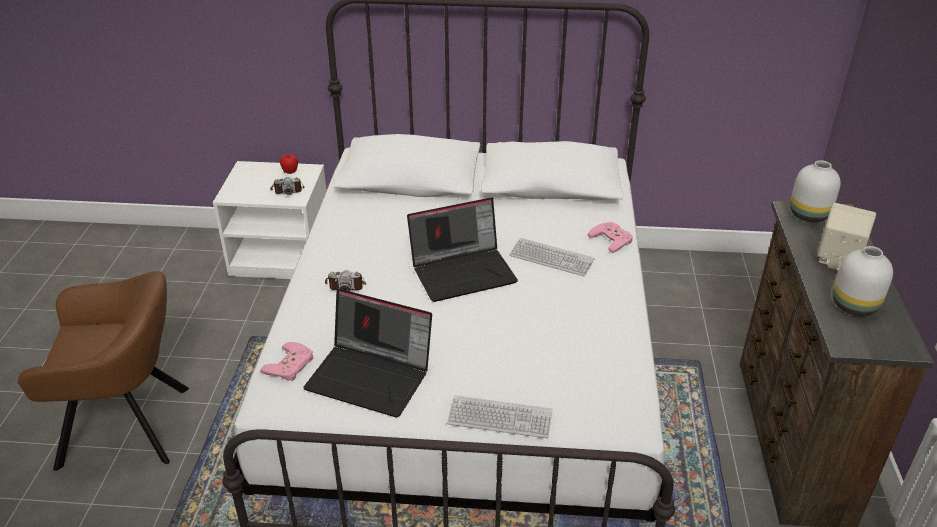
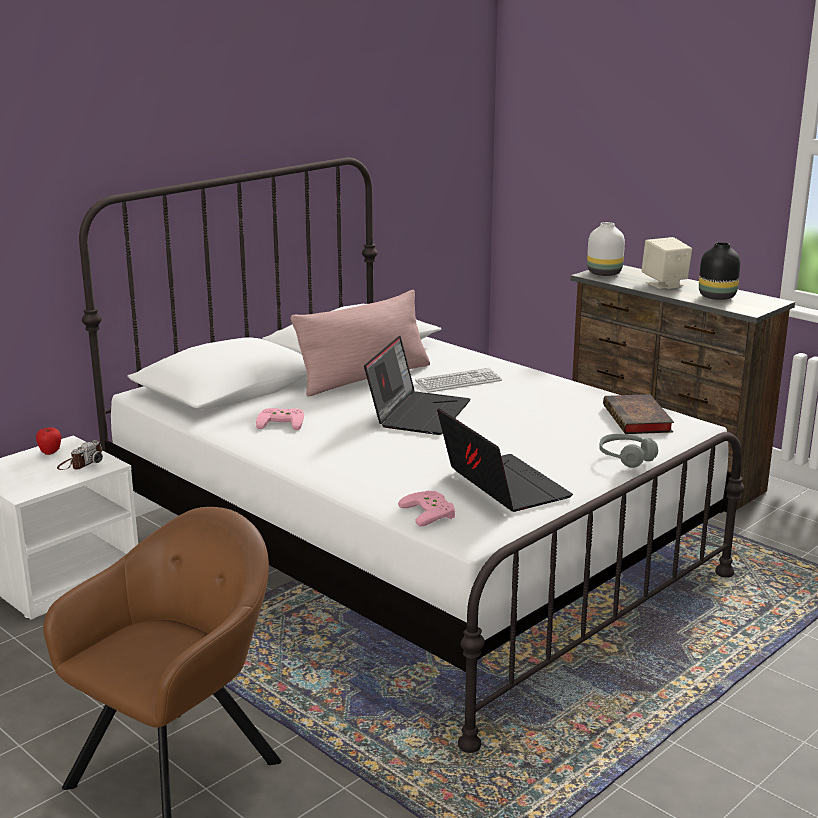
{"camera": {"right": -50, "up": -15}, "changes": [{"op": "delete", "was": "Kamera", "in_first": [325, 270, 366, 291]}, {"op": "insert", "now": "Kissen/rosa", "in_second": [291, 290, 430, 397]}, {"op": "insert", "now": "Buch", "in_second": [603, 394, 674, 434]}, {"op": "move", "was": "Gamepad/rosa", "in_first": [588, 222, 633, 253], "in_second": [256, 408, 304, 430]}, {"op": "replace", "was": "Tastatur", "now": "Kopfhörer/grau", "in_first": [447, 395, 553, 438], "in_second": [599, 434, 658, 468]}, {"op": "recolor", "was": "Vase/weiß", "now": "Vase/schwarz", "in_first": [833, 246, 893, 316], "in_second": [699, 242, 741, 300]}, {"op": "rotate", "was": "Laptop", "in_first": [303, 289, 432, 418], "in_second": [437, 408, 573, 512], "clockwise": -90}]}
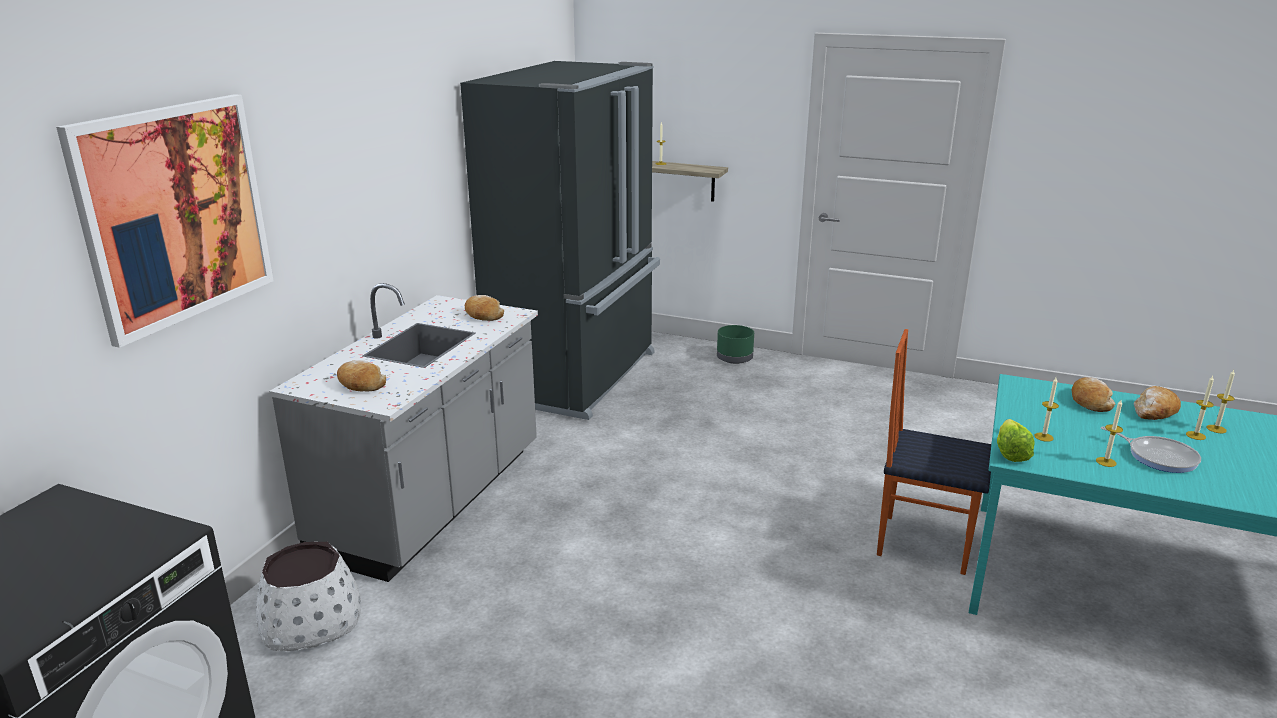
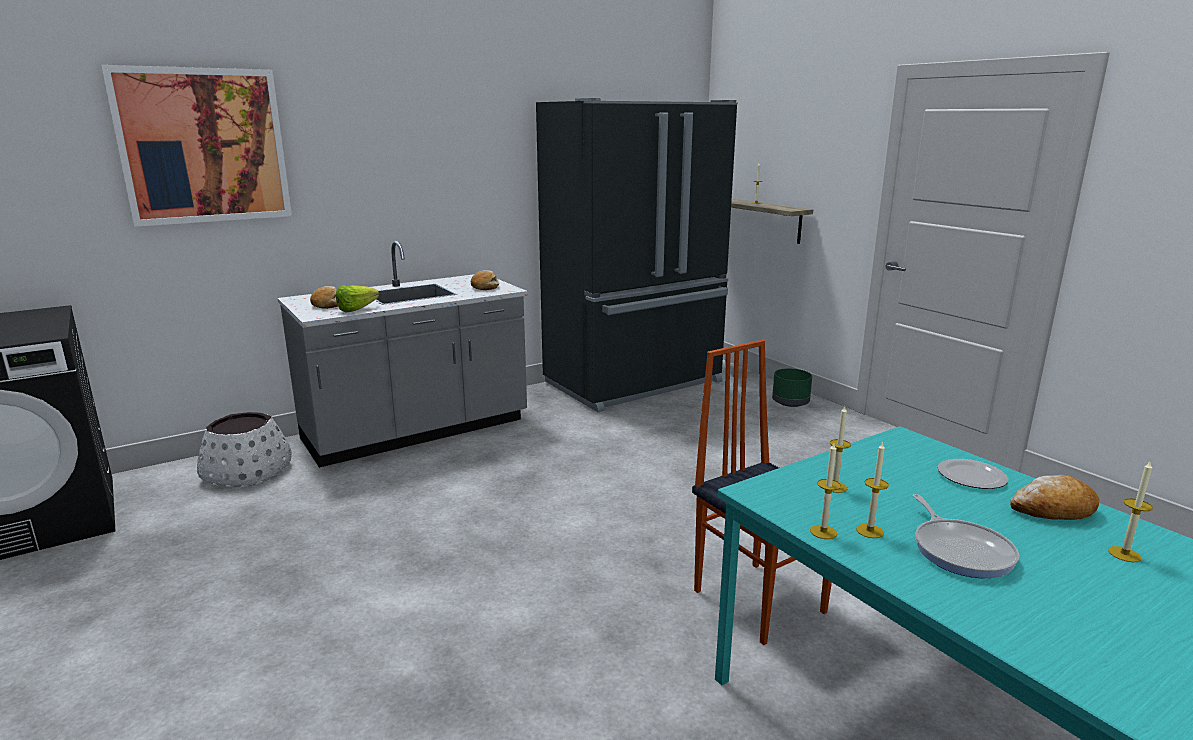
{"camera": {"right": 35, "up": -5}, "changes": [{"op": "move", "was": "Salatkopf", "in_first": [997, 419, 1035, 462], "in_second": [336, 285, 379, 312]}, {"op": "move", "was": "Kerze", "in_first": [1186, 376, 1214, 440], "in_second": [810, 443, 841, 539]}, {"op": "replace", "was": "Brot", "now": "Teller", "in_first": [1072, 377, 1116, 412], "in_second": [937, 459, 1008, 489]}]}
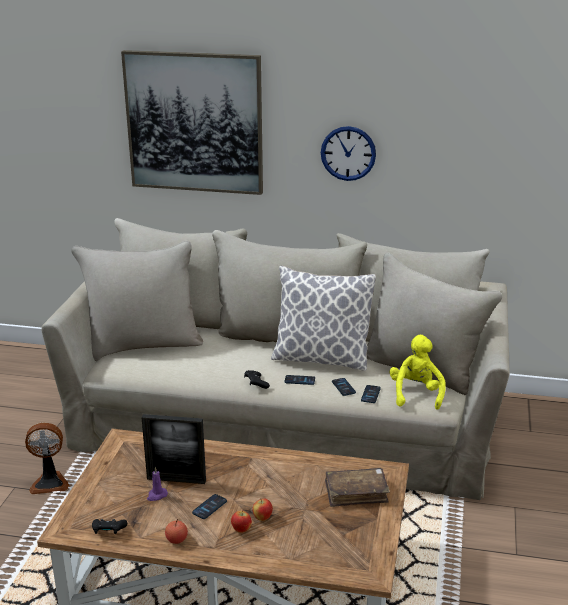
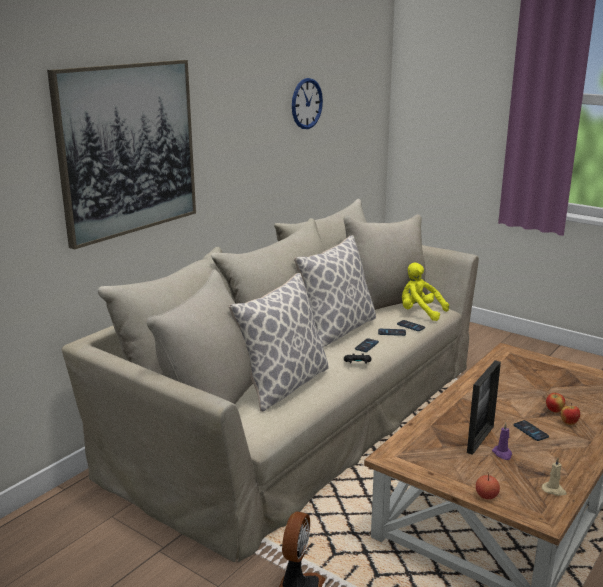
{"camera": {"right": -65, "up": -5}, "changes": [{"op": "delete", "was": "Buch/braun", "in_first": [325, 468, 390, 507]}, {"op": "insert", "now": "Kissen", "in_second": [228, 273, 329, 412]}, {"op": "move", "was": "Apfel", "in_first": [165, 519, 188, 544], "in_second": [476, 472, 500, 499]}, {"op": "move", "was": "Wanduhr", "in_first": [321, 126, 376, 181], "in_second": [292, 78, 323, 129]}, {"op": "replace", "was": "Gamepad/schwarz", "now": "Kerze/beige", "in_first": [92, 519, 127, 534], "in_second": [542, 458, 567, 496]}]}
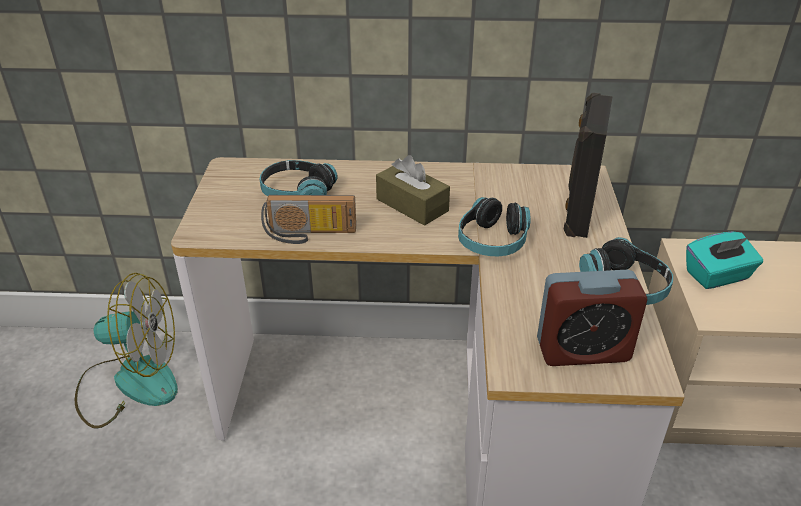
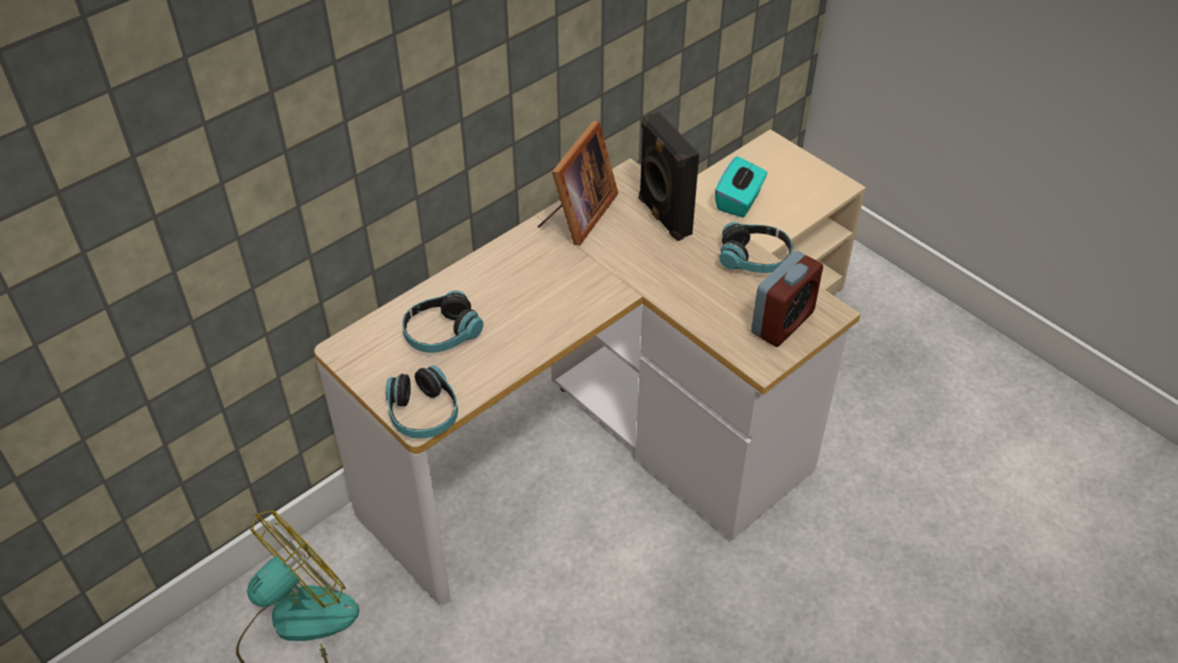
{"camera": {"right": -45, "up": 10}, "changes": [{"op": "delete", "was": "Radio", "in_first": [261, 195, 356, 244]}, {"op": "delete", "was": "Taschentuchbox/braun", "in_first": [376, 155, 450, 226]}, {"op": "insert", "now": "Bilderrahmen", "in_second": [538, 121, 618, 245]}, {"op": "move", "was": "Kopfhörer", "in_first": [458, 197, 531, 256], "in_second": [385, 365, 458, 438]}]}
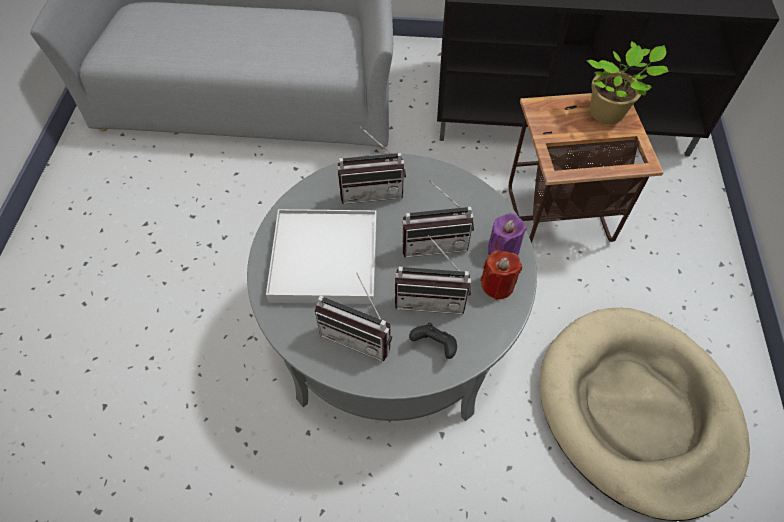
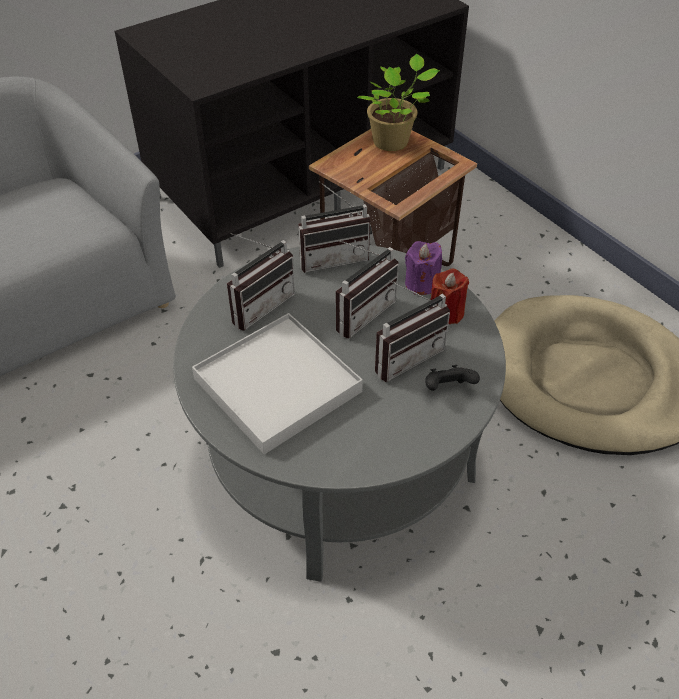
{"camera": {"right": -40, "up": -10}, "changes": [{"op": "move", "was": "Radio", "in_first": [315, 273, 392, 361], "in_second": [298, 181, 372, 273]}]}
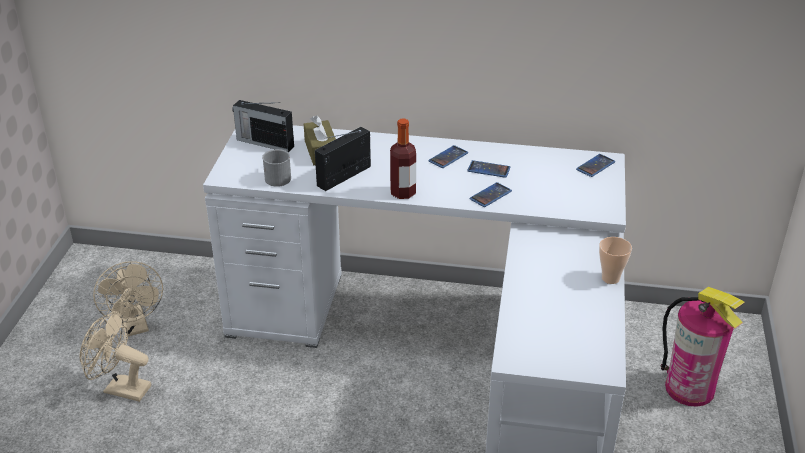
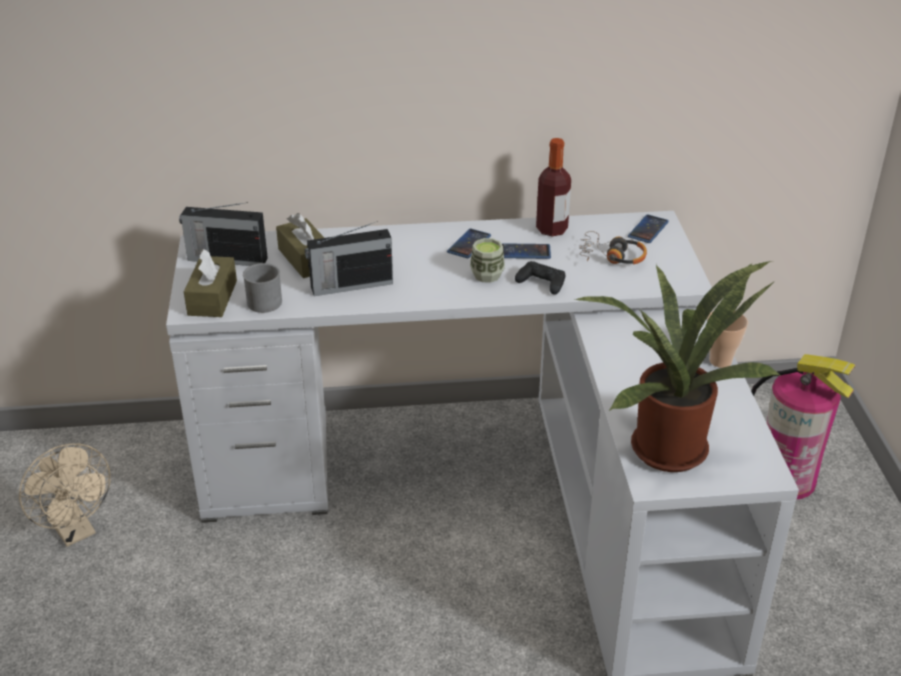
{"camera": {"right": -15, "up": 0}, "changes": [{"op": "delete", "was": "Ventilator/beige", "in_first": [79, 311, 151, 402]}, {"op": "insert", "now": "Taschentuchbox/braun", "in_second": [184, 249, 237, 317]}, {"op": "insert", "now": "Tasse", "in_second": [470, 238, 505, 283]}, {"op": "insert", "now": "Topfpflanze", "in_second": [575, 261, 781, 472]}, {"op": "insert", "now": "Kopfhörer", "in_second": [579, 231, 647, 264]}, {"op": "move", "was": "Flasche", "in_first": [390, 119, 416, 199], "in_second": [536, 138, 571, 236]}, {"op": "replace", "was": "Handy", "now": "Gamepad/schwarz", "in_first": [470, 182, 512, 207], "in_second": [515, 261, 565, 295]}, {"op": "rotate", "was": "Radio", "in_first": [315, 127, 371, 191], "in_second": [305, 221, 393, 296], "clockwise": -135}]}
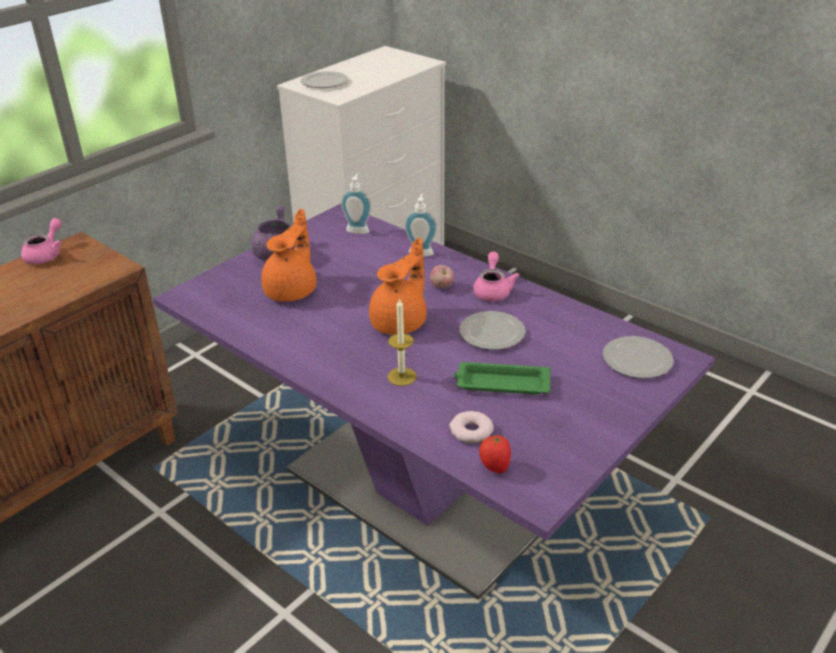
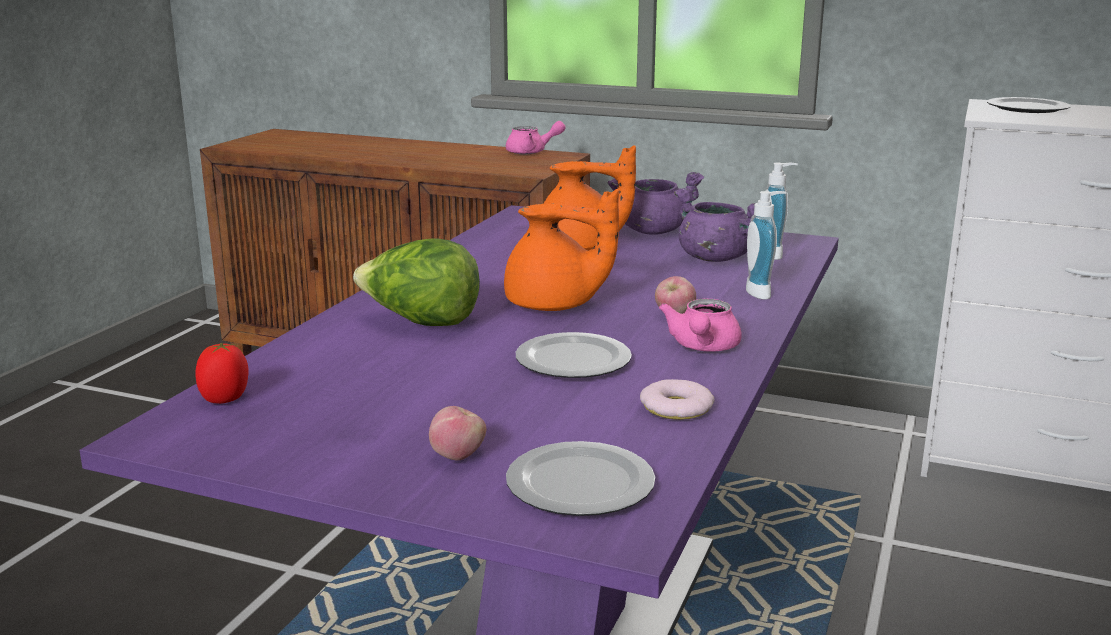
{"camera": {"right": 70, "up": -15}, "changes": [{"op": "delete", "was": "Tablett/grün", "in_first": [453, 362, 550, 395]}, {"op": "insert", "now": "Apfel", "in_second": [429, 406, 486, 461]}, {"op": "insert", "now": "Kochtopf/lila", "in_second": [674, 188, 755, 262]}, {"op": "move", "was": "Donut", "in_first": [449, 411, 493, 443], "in_second": [640, 379, 715, 420]}, {"op": "replace", "was": "Kerze", "now": "Salatkopf", "in_first": [388, 298, 417, 386], "in_second": [353, 239, 480, 326]}, {"op": "rotate", "was": "Teekanne/rosa", "in_first": [473, 252, 519, 302], "in_second": [659, 299, 742, 352], "clockwise": 120}]}
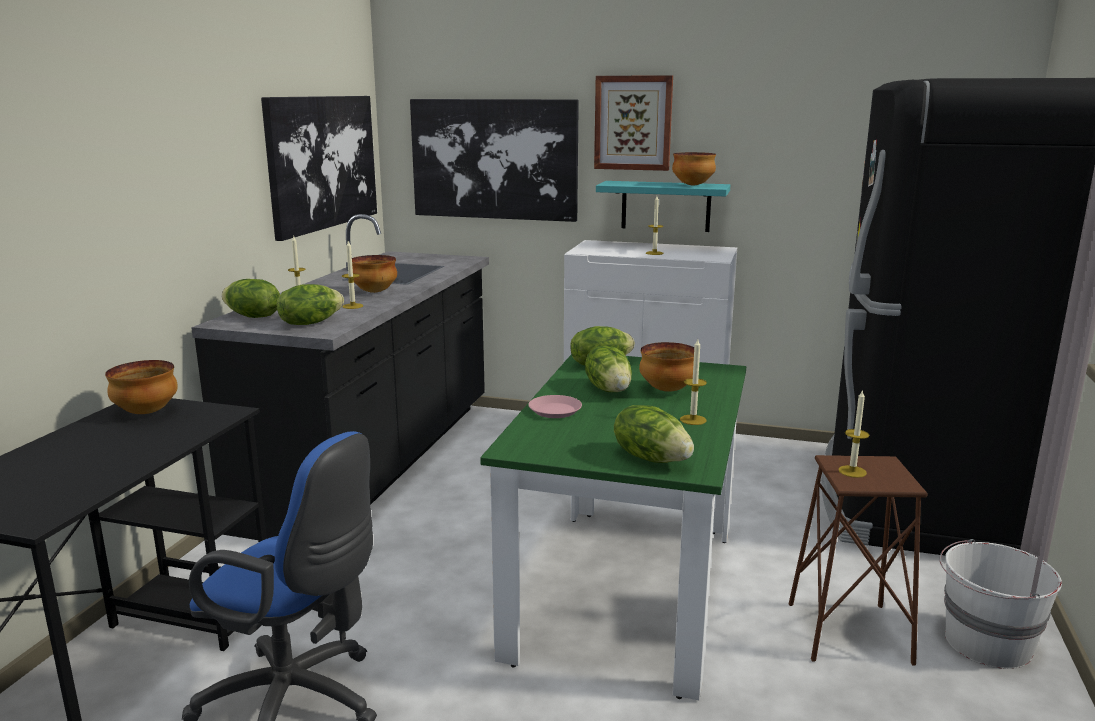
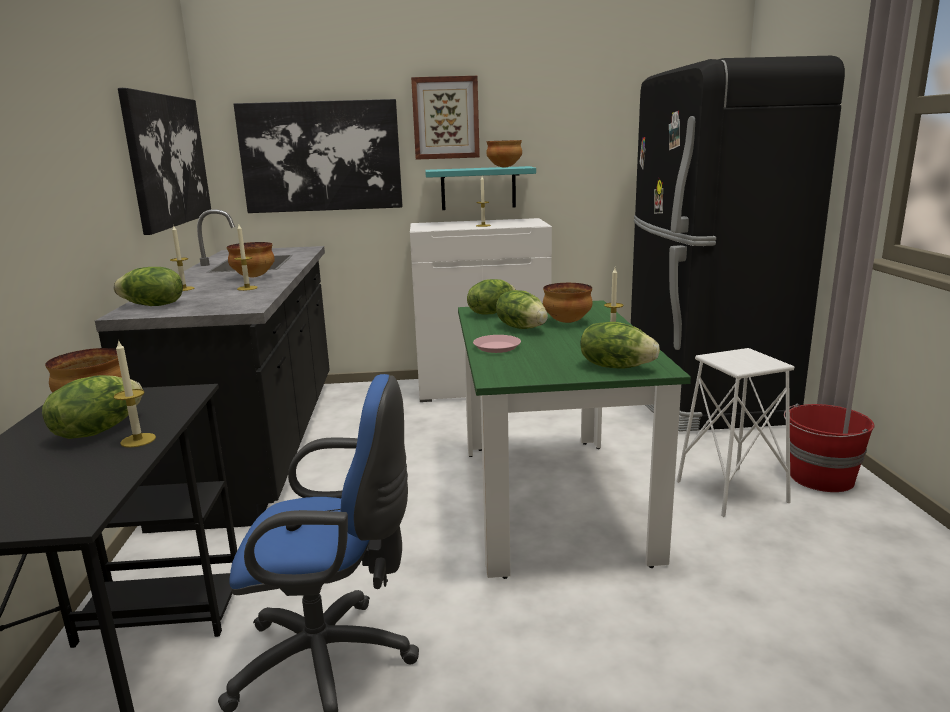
{"camera": {"right": -20, "up": 0}, "changes": [{"op": "move", "was": "Salatkopf", "in_first": [277, 284, 344, 325], "in_second": [42, 375, 143, 439]}, {"op": "move", "was": "Kerze", "in_first": [838, 389, 869, 478], "in_second": [113, 340, 156, 448]}, {"op": "recolor", "was": "Hocker/braun", "now": "Hocker/weiß", "in_first": [789, 455, 928, 666], "in_second": [677, 348, 794, 517]}, {"op": "recolor", "was": "Eimer/weiß", "now": "Eimer/rot", "in_first": [940, 539, 1062, 669], "in_second": [784, 404, 874, 492]}]}
